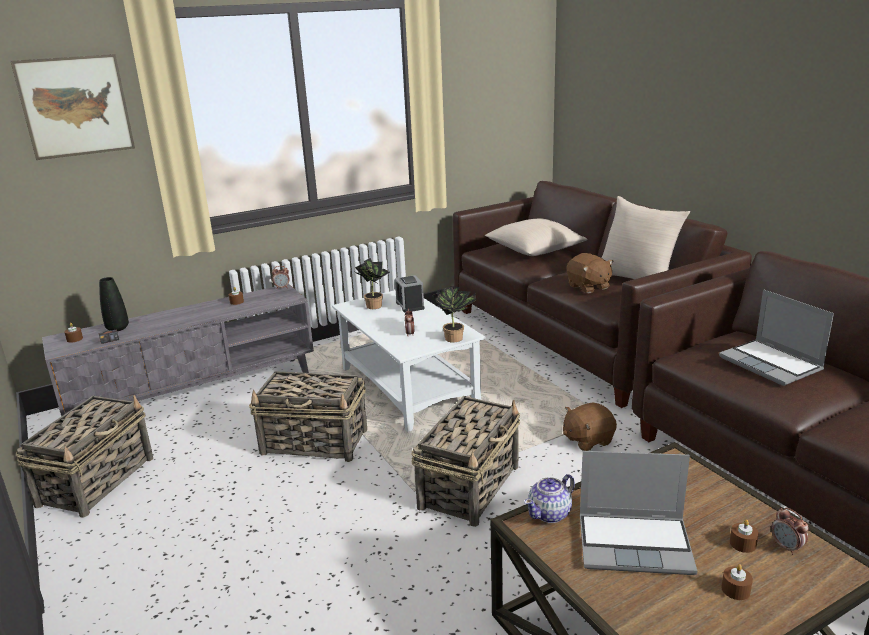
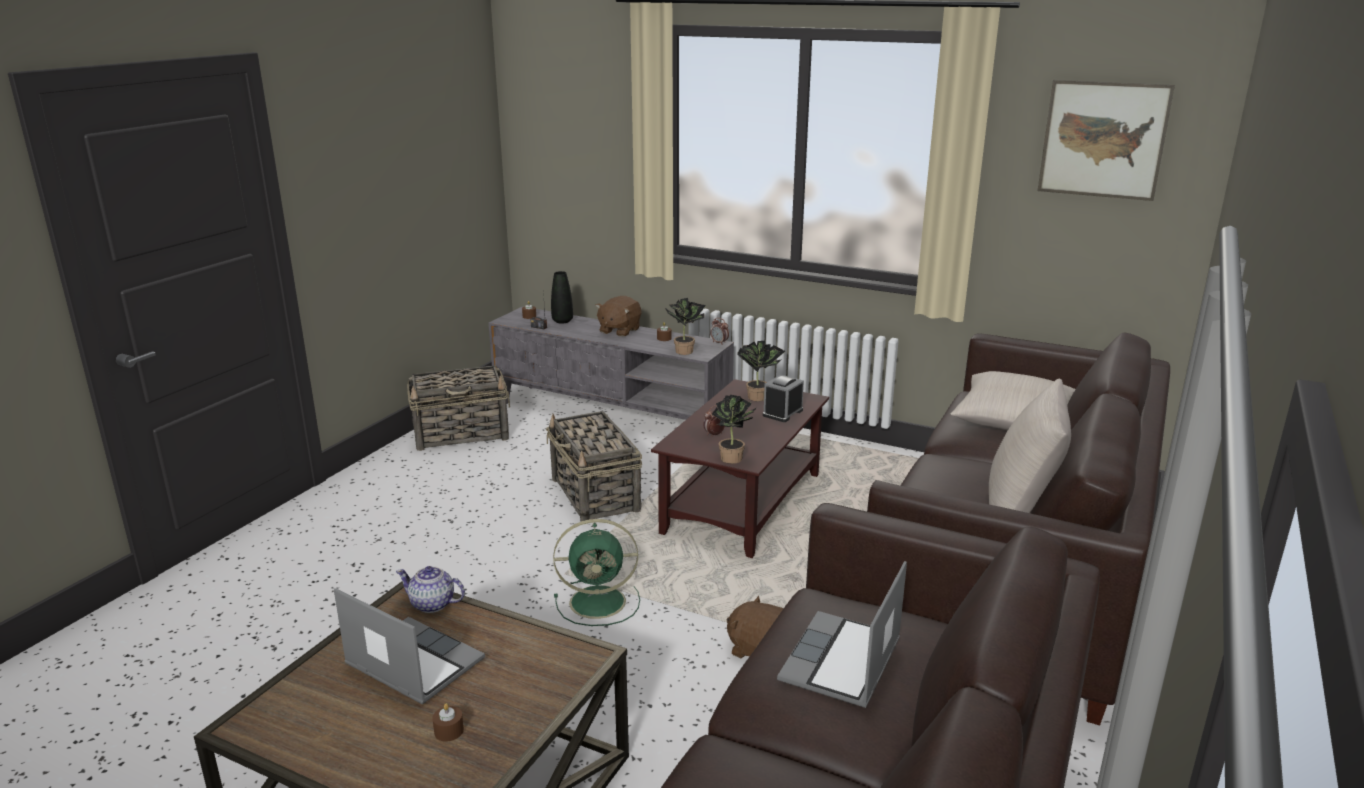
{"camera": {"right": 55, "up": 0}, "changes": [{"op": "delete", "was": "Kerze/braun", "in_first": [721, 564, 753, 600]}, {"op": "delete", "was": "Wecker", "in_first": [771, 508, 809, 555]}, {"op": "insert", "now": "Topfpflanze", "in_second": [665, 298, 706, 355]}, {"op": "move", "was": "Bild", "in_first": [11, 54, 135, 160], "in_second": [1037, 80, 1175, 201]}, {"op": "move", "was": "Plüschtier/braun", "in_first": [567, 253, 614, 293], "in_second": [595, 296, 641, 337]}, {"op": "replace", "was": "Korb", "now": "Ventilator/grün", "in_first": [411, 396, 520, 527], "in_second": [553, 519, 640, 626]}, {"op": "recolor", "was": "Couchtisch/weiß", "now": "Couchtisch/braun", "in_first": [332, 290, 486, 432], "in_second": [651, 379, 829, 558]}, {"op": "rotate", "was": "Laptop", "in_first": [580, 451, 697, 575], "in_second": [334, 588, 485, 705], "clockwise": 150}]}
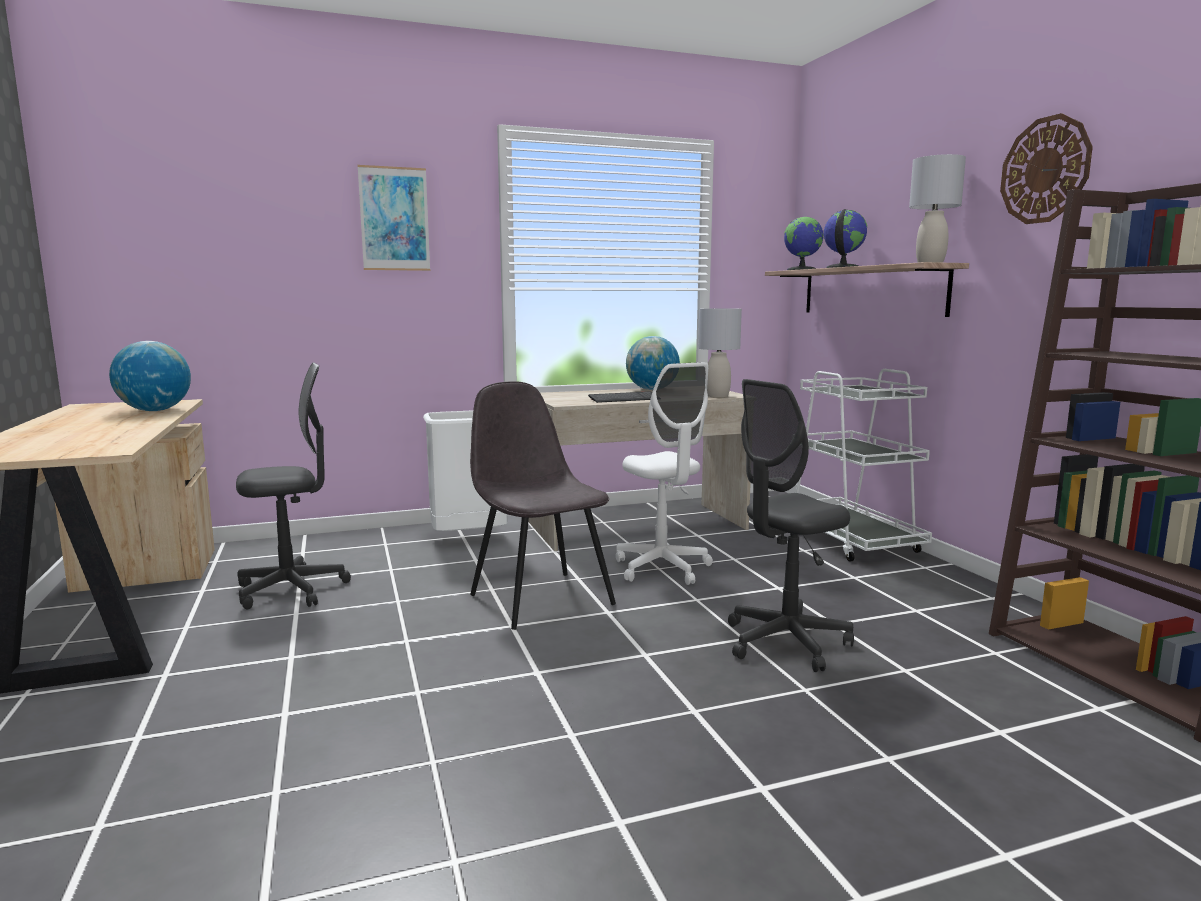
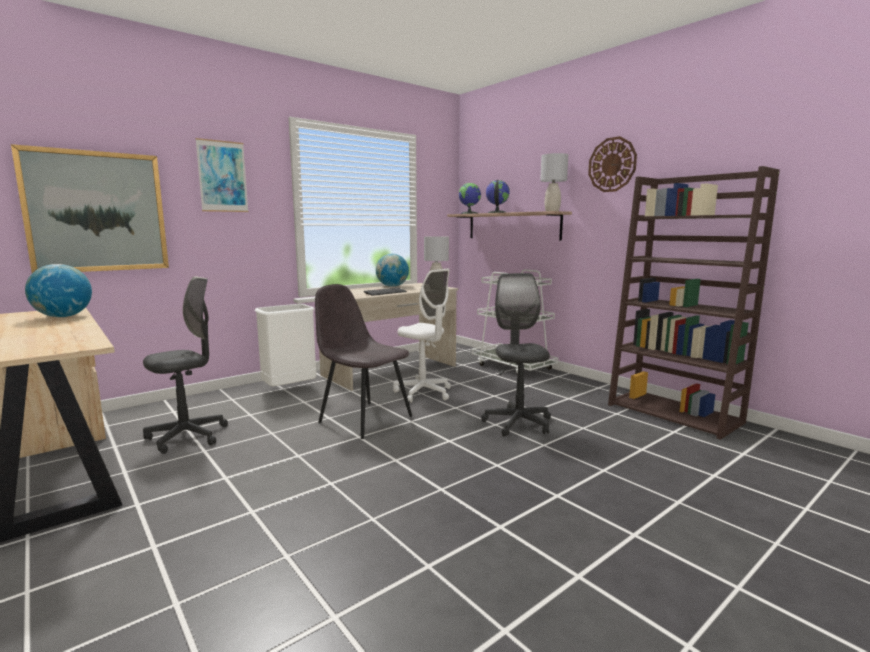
{"camera": {"right": -20, "up": 0}, "changes": [{"op": "insert", "now": "Bild", "in_second": [11, 144, 169, 273]}, {"op": "rotate", "was": "Bürostuhl/grau", "in_first": [728, 379, 854, 672], "in_second": [481, 273, 551, 437], "clockwise": 135}]}
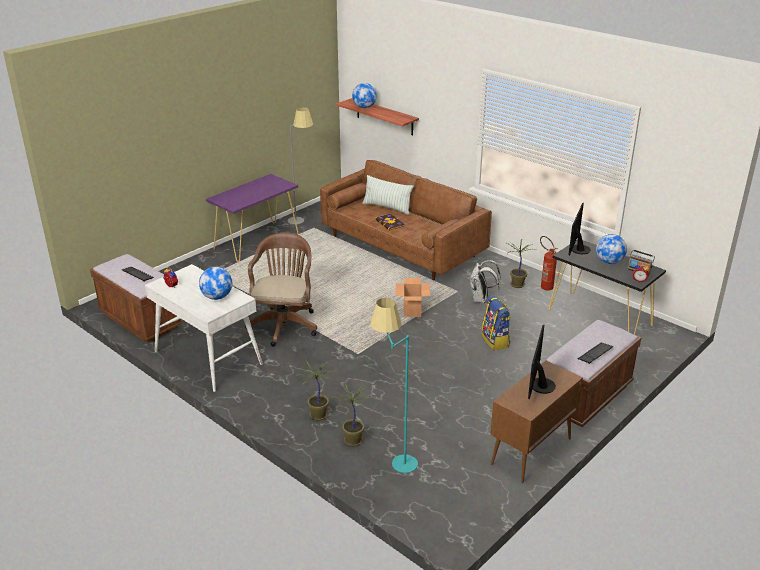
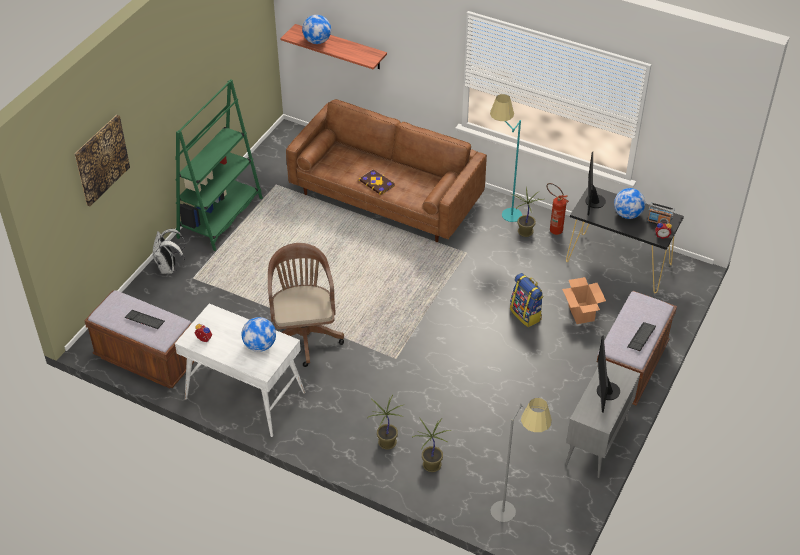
{"camera": {"right": -15, "up": 15}, "changes": [{"op": "delete", "was": "Kissen", "in_first": [362, 175, 414, 215]}, {"op": "insert", "now": "Bild", "in_second": [74, 115, 130, 206]}, {"op": "move", "was": "Stehlampe/grau", "in_first": [287, 107, 313, 225], "in_second": [490, 398, 552, 522]}, {"op": "move", "was": "Stehlampe/türkis", "in_first": [370, 298, 418, 473], "in_second": [490, 94, 522, 222]}, {"op": "move", "was": "Karton", "in_first": [396, 278, 430, 317], "in_second": [562, 277, 606, 324]}, {"op": "move", "was": "Rucksack/weiß", "in_first": [469, 260, 501, 303], "in_second": [153, 229, 185, 274]}, {"op": "replace", "was": "Konsolentisch/lila", "now": "Bücherregal/grün", "in_first": [206, 174, 299, 262], "in_second": [175, 79, 263, 251]}, {"op": "recolor", "was": "Schrank/braun", "now": "Schrank/grau", "in_first": [490, 361, 583, 483], "in_second": [565, 361, 640, 478]}]}
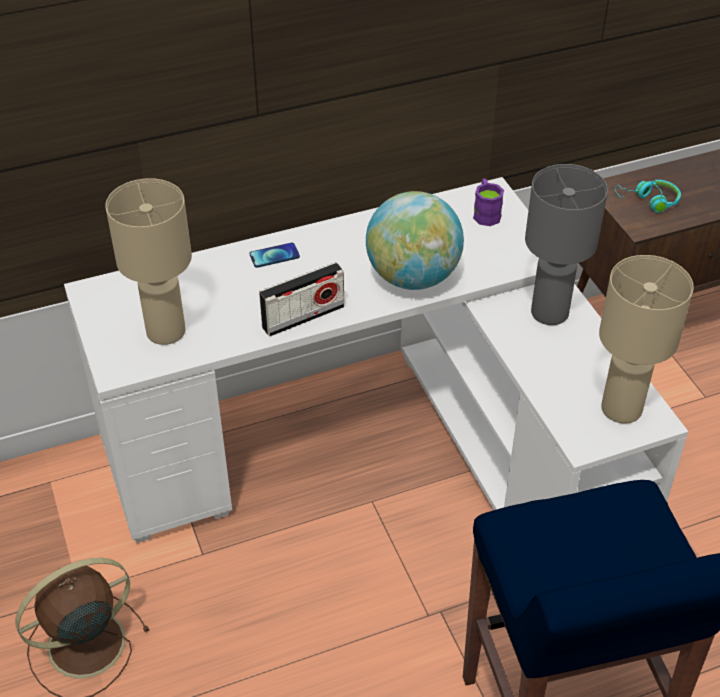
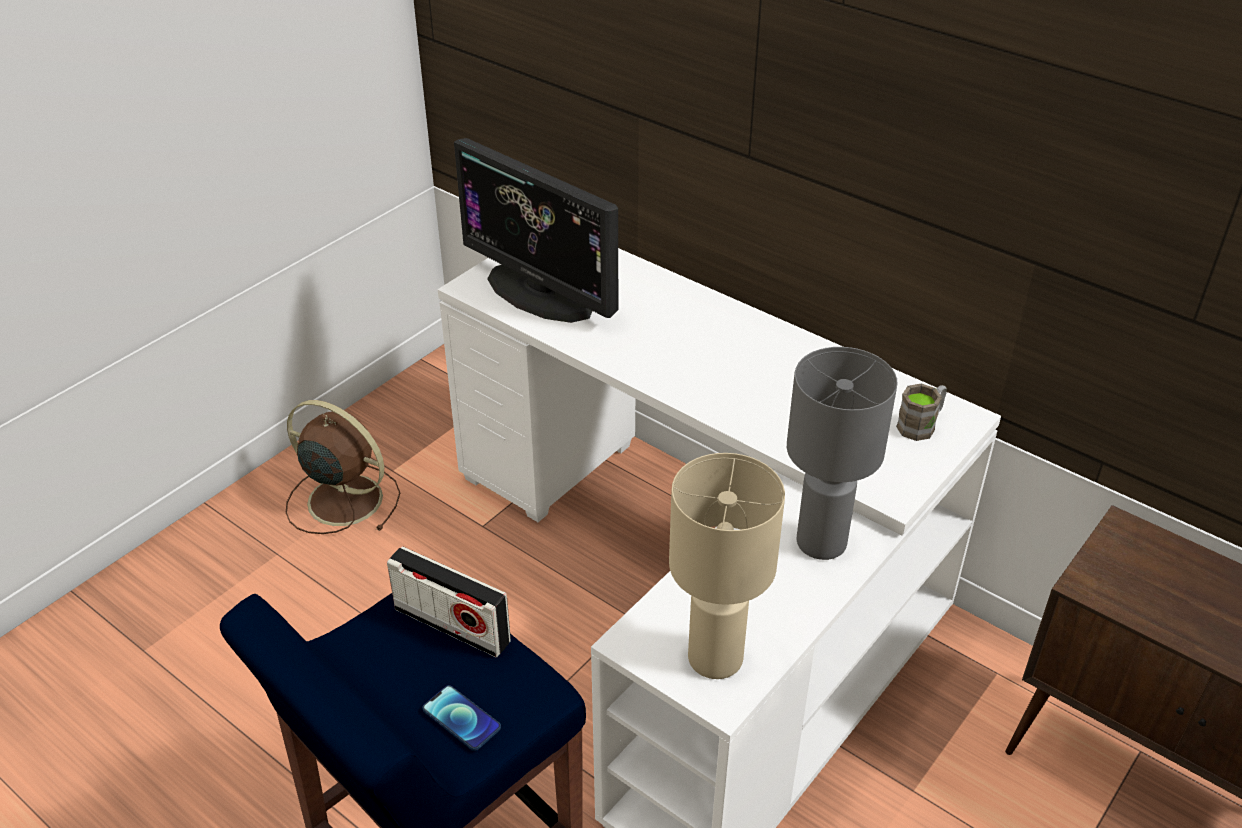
{"camera": {"right": 60, "up": -5}, "changes": [{"op": "delete", "was": "Globus", "in_first": [366, 191, 464, 290]}, {"op": "delete", "was": "Kopfhörer/türkis", "in_first": [615, 180, 681, 213]}, {"op": "move", "was": "Handy", "in_first": [250, 243, 300, 268], "in_second": [423, 685, 501, 751]}, {"op": "move", "was": "Radio", "in_first": [259, 262, 344, 336], "in_second": [387, 546, 511, 657]}, {"op": "replace", "was": "Tischlampe/beige", "now": "Monitor", "in_first": [105, 178, 192, 345], "in_second": [454, 138, 618, 323]}, {"op": "recolor", "was": "Henkelbecher/lila", "now": "Henkelbecher/braun", "in_first": [473, 179, 504, 226], "in_second": [896, 383, 947, 441]}]}
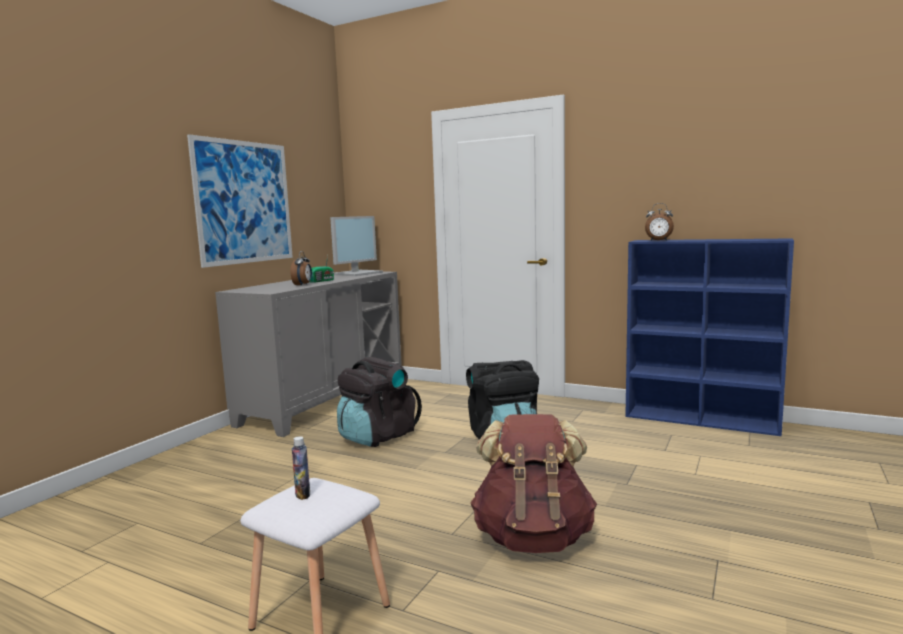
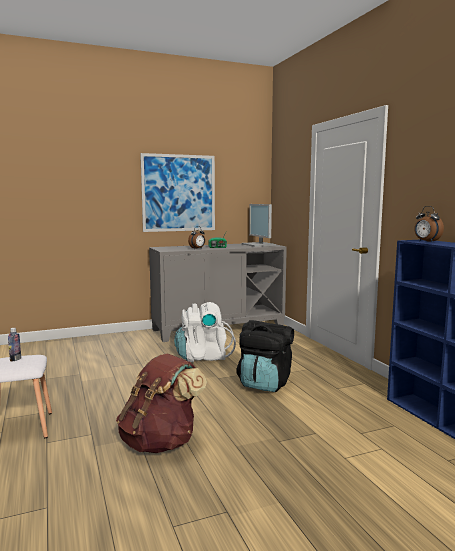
{"camera": {"right": 40, "up": 0}, "changes": [{"op": "recolor", "was": "Rucksack/schwarz", "now": "Rucksack/weiß", "in_first": [337, 357, 422, 447], "in_second": [174, 302, 236, 362]}, {"op": "rotate", "was": "Monitor", "in_first": [330, 216, 383, 276], "in_second": [242, 204, 276, 247], "clockwise": 75}]}
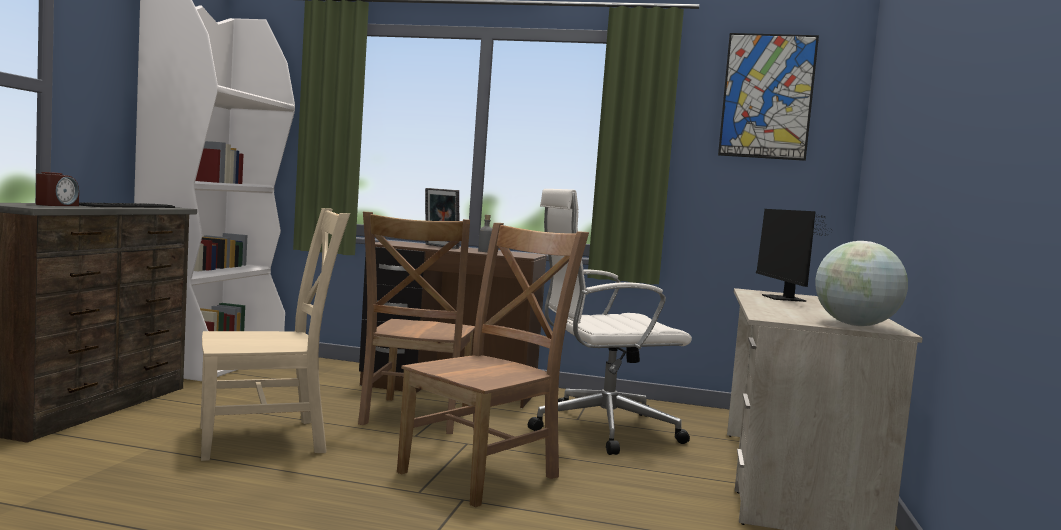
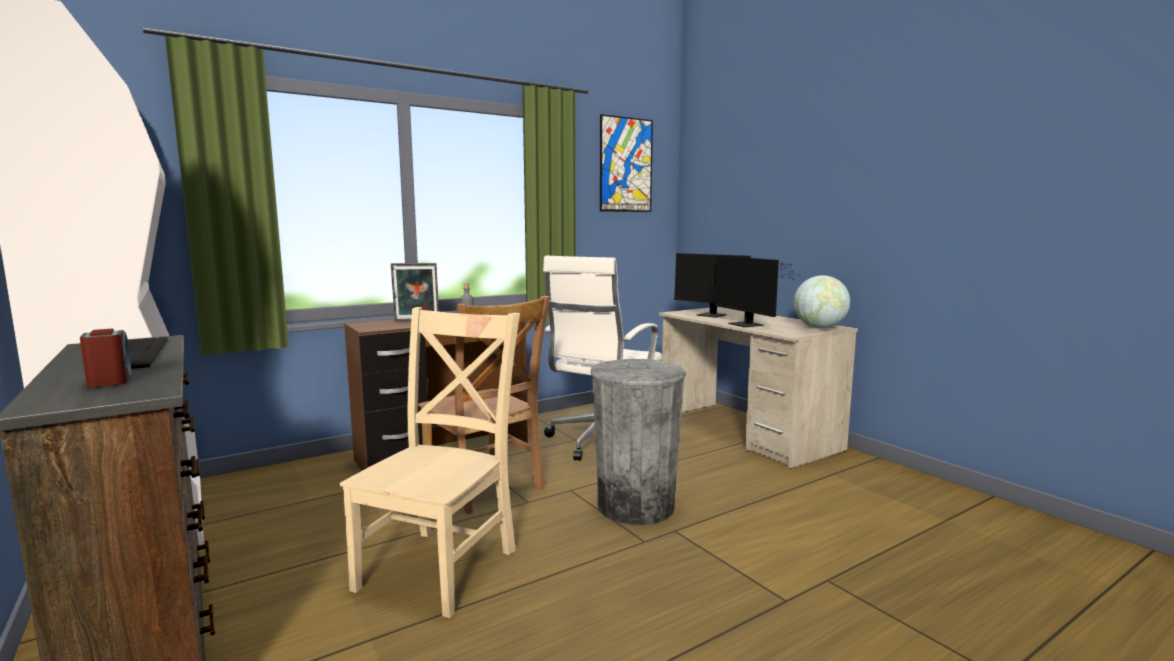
{"camera": {"right": -45, "up": 5}, "changes": [{"op": "insert", "now": "Monitor", "in_second": [713, 256, 800, 327]}, {"op": "replace", "was": "Stuhl/braun", "now": "Mülleimer/grau", "in_first": [397, 223, 589, 507], "in_second": [590, 359, 686, 525]}]}
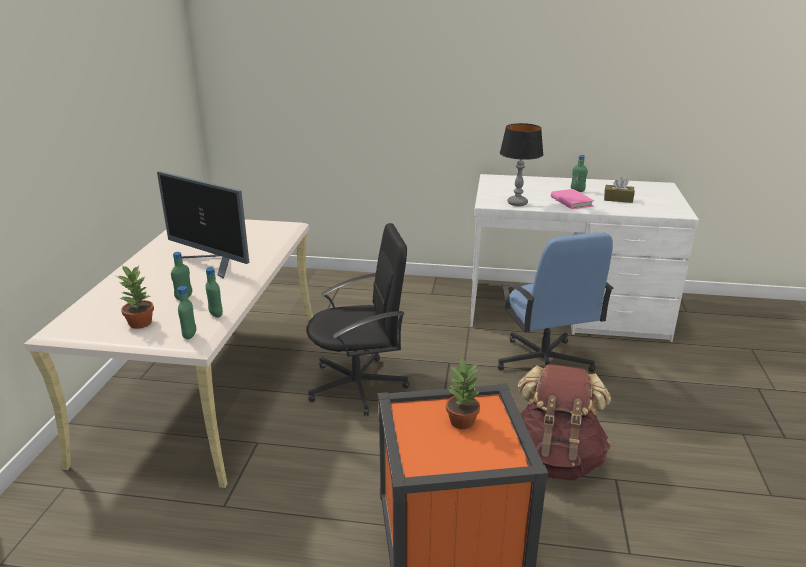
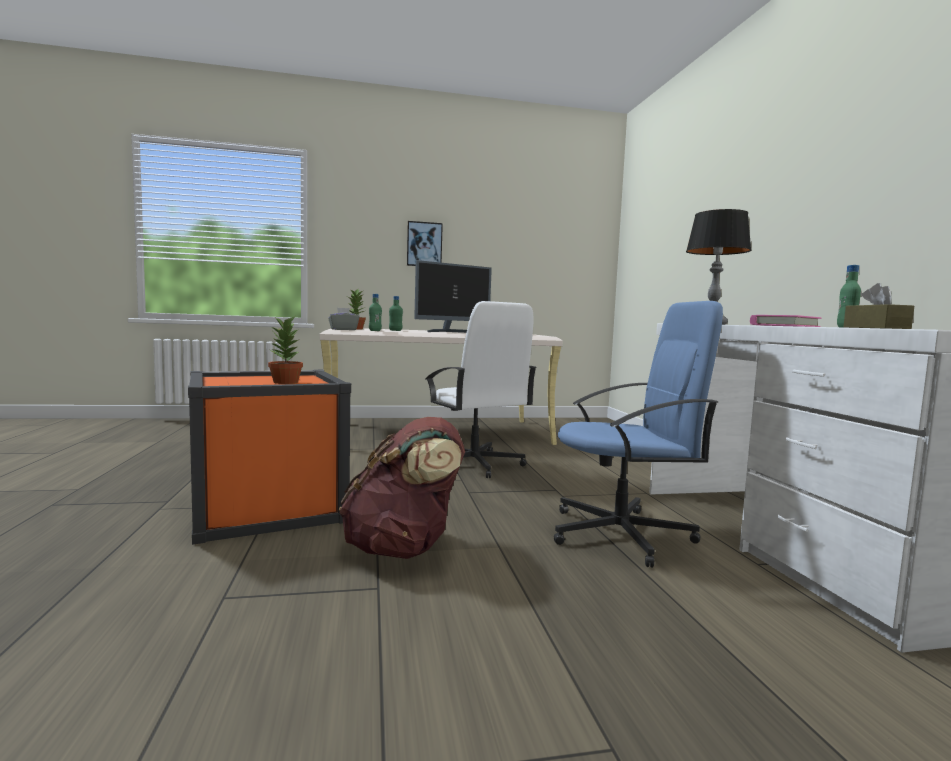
{"camera": {"right": 70, "up": -20}, "changes": [{"op": "insert", "now": "Bild", "in_second": [407, 221, 443, 266]}, {"op": "replace", "was": "Flasche/grün", "now": "Taschentuchbox/grau", "in_first": [178, 286, 196, 339], "in_second": [328, 308, 360, 330]}, {"op": "recolor", "was": "Bürostuhl/schwarz", "now": "Bürostuhl/weiß", "in_first": [306, 223, 410, 416], "in_second": [425, 301, 537, 478]}, {"op": "rotate", "was": "Monitor", "in_first": [157, 171, 249, 279], "in_second": [414, 260, 492, 333], "clockwise": -135}, {"op": "rotate", "was": "Bürostuhl/blau", "in_first": [498, 232, 613, 372], "in_second": [554, 301, 723, 568], "clockwise": -150}]}
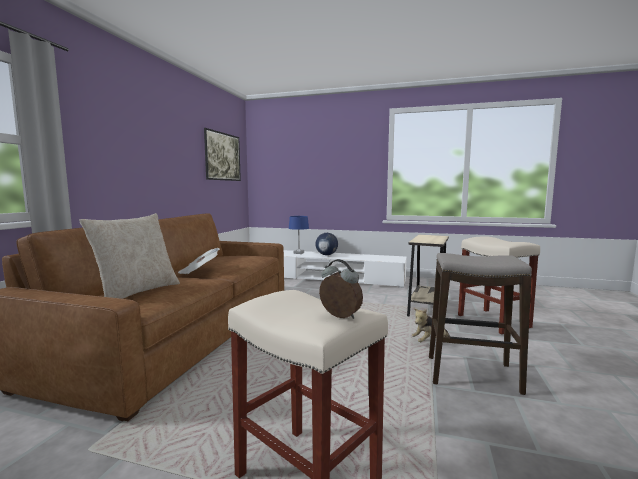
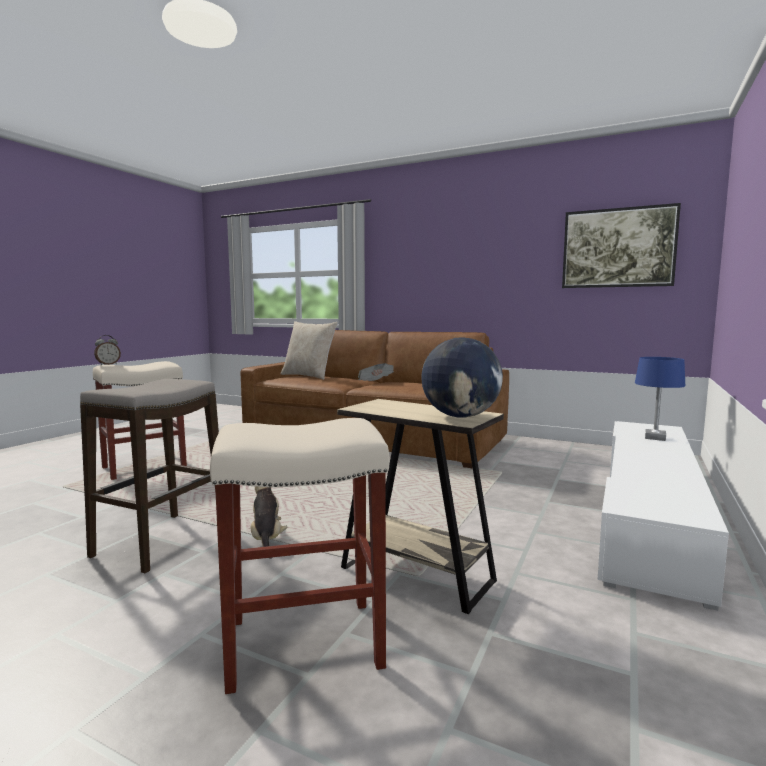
{"camera": {"right": 100, "up": 0}, "changes": [{"op": "move", "was": "Globus", "in_first": [315, 233, 338, 255], "in_second": [422, 337, 503, 418]}]}
